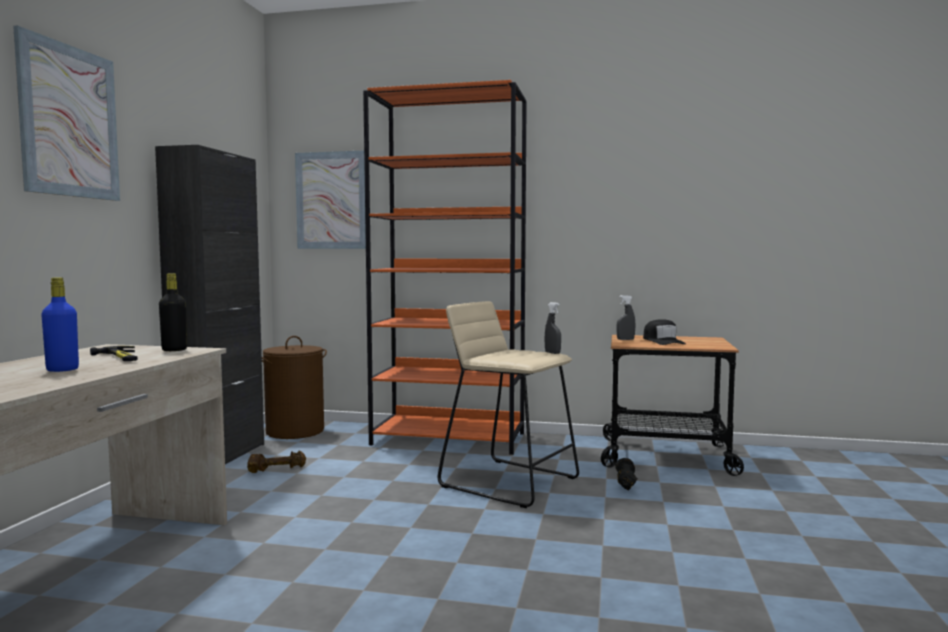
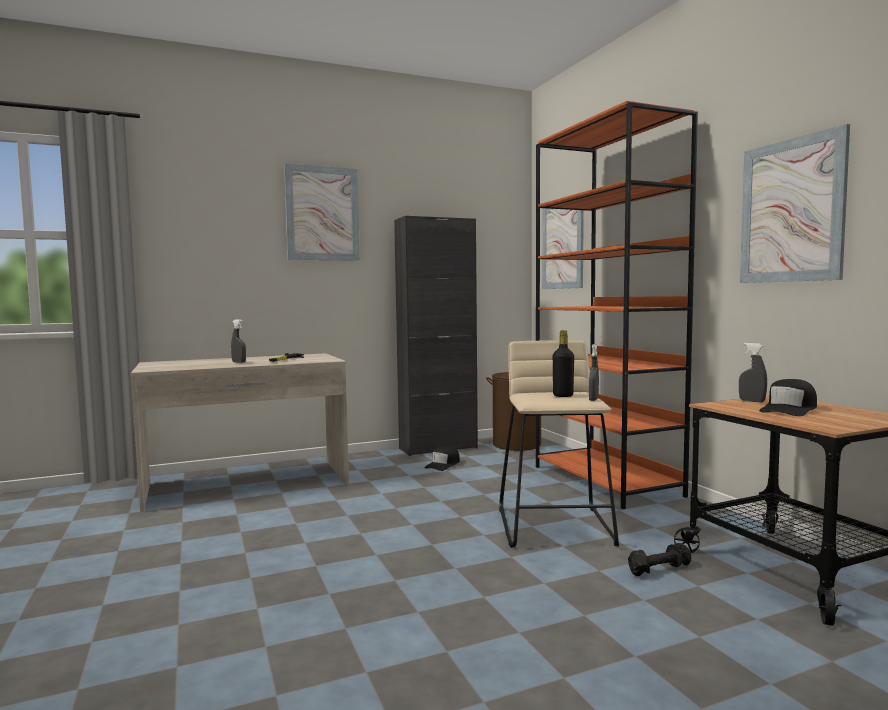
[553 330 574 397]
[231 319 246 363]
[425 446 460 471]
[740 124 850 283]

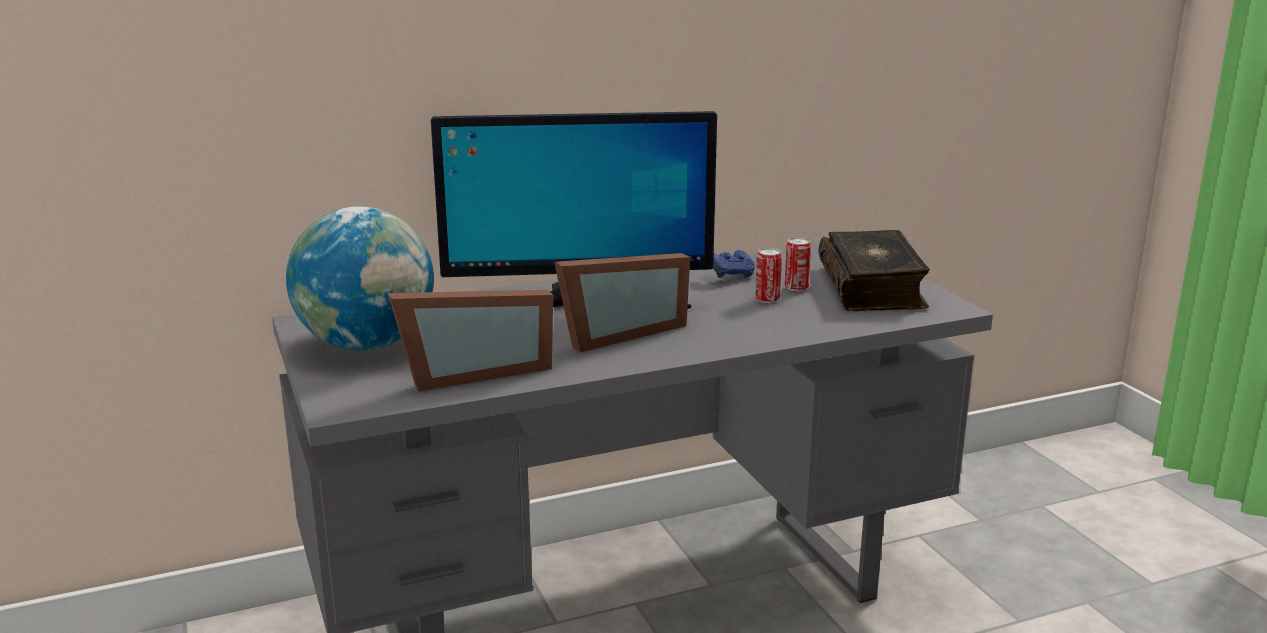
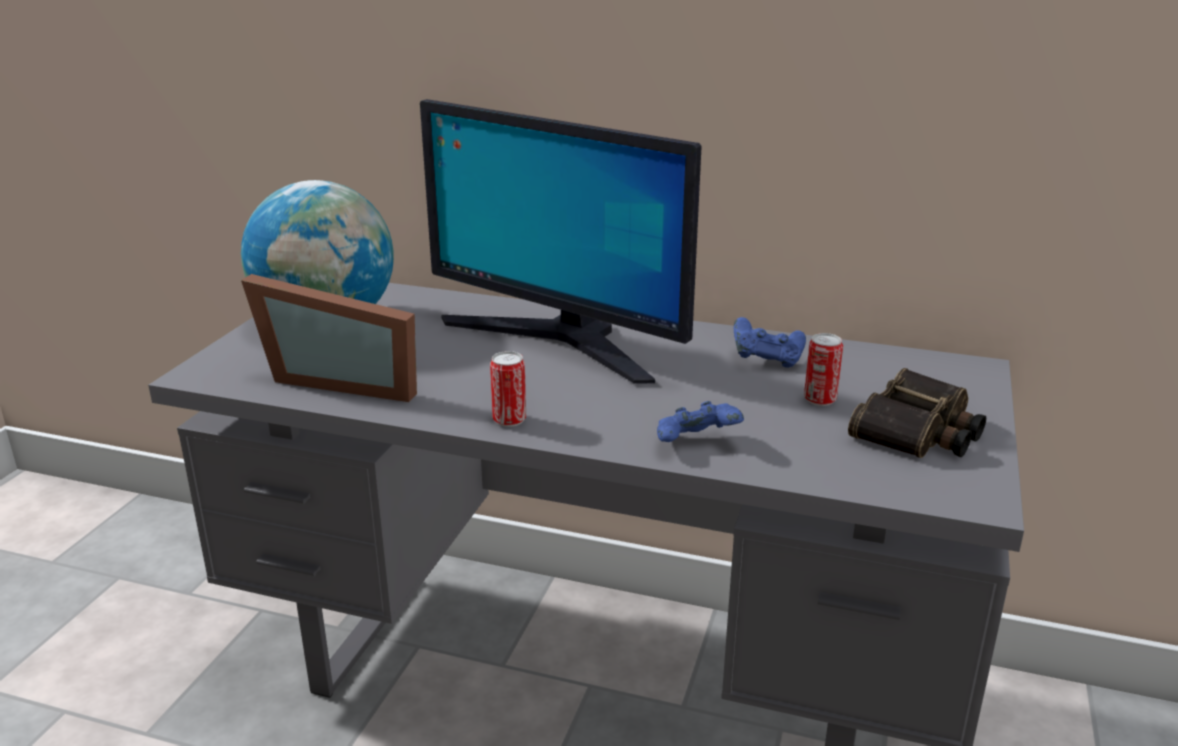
[848 368 986 458]
[490 351 526 427]
[554 253 690 352] (first image)
[657 401 744 442]

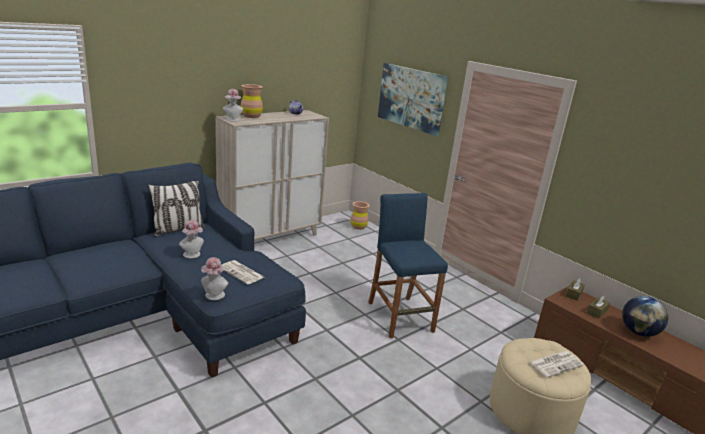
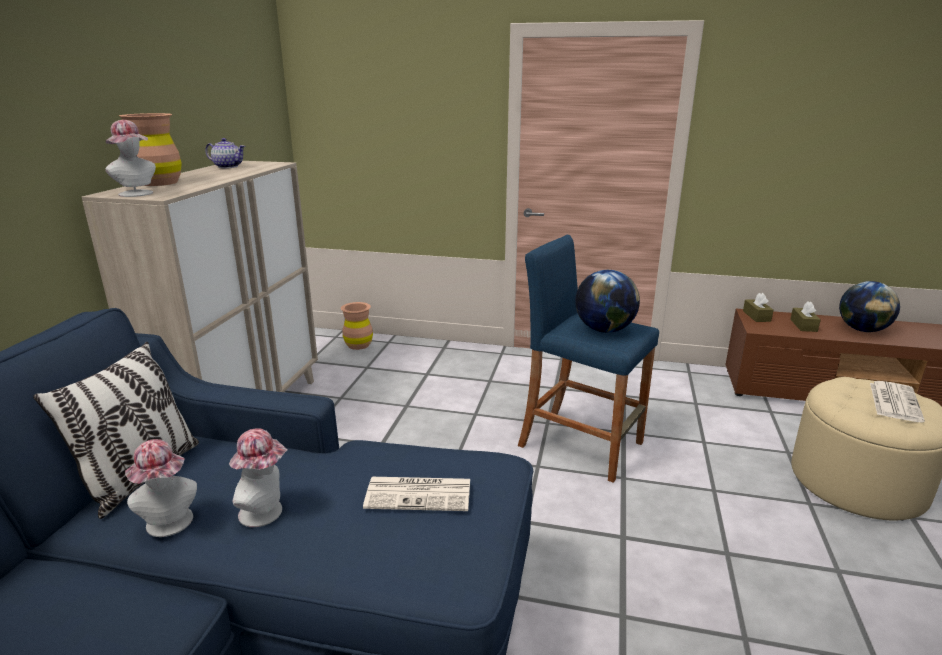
[378 63 448 136] (first image)
[125 439 197 537]
[575 270 640 333]

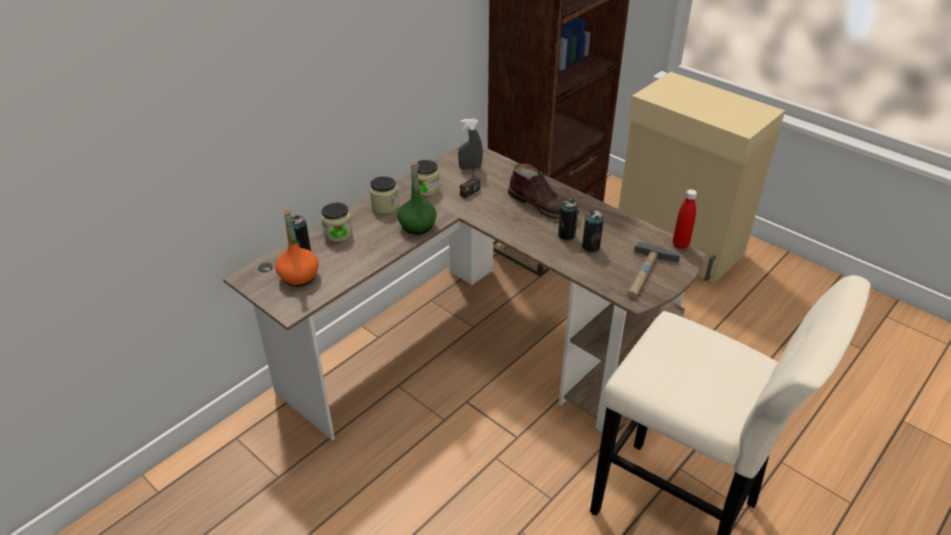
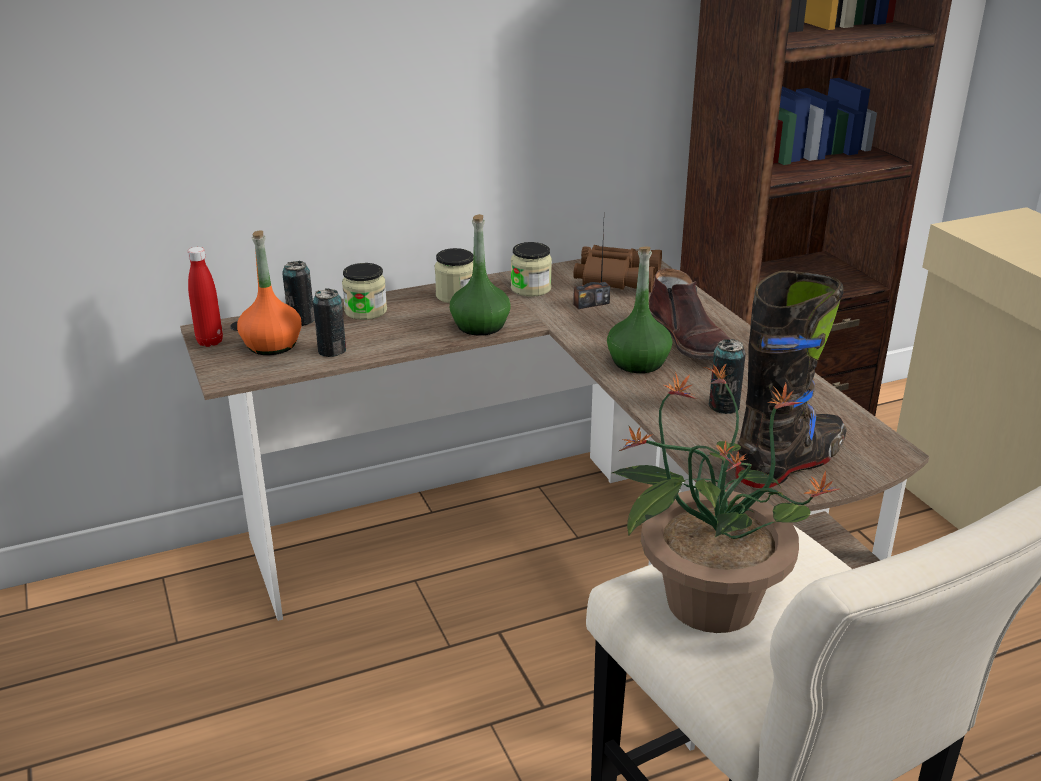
[573 245 662 292]
[188 247 223 347]
[313 288 346 357]
[735 271 846 488]
[607 246 672 373]
[612 363 841 633]

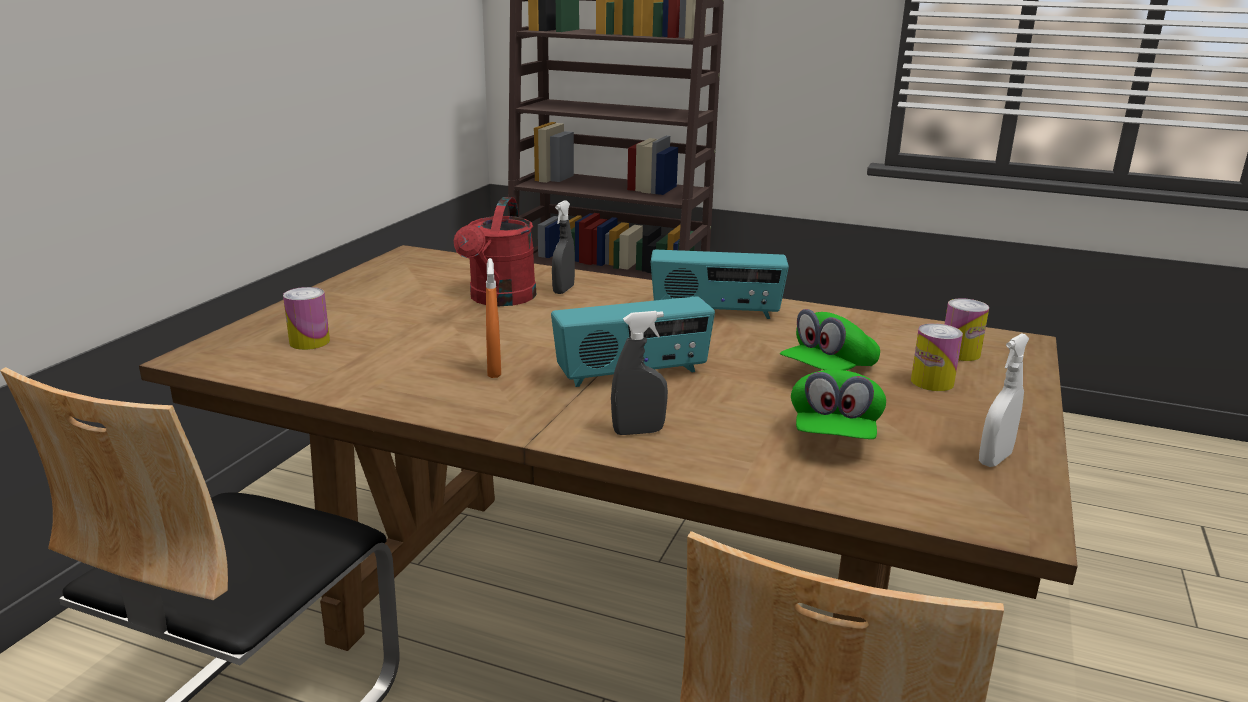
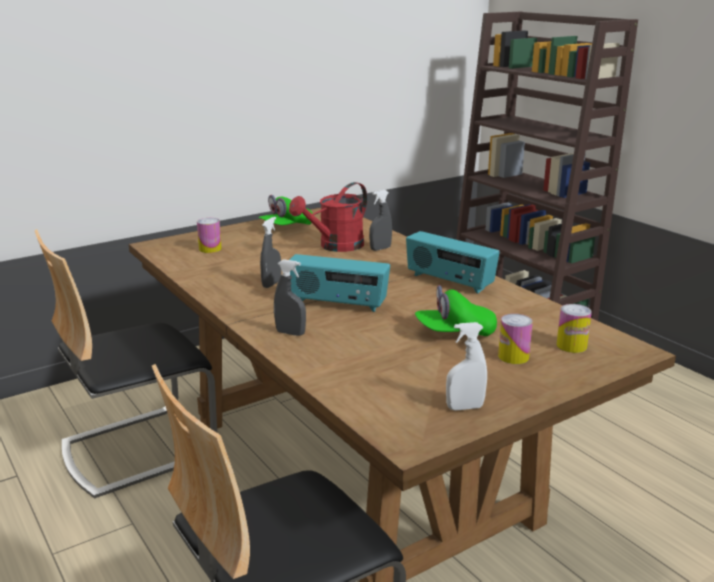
[260 217 281 288]
[258 195 313 225]

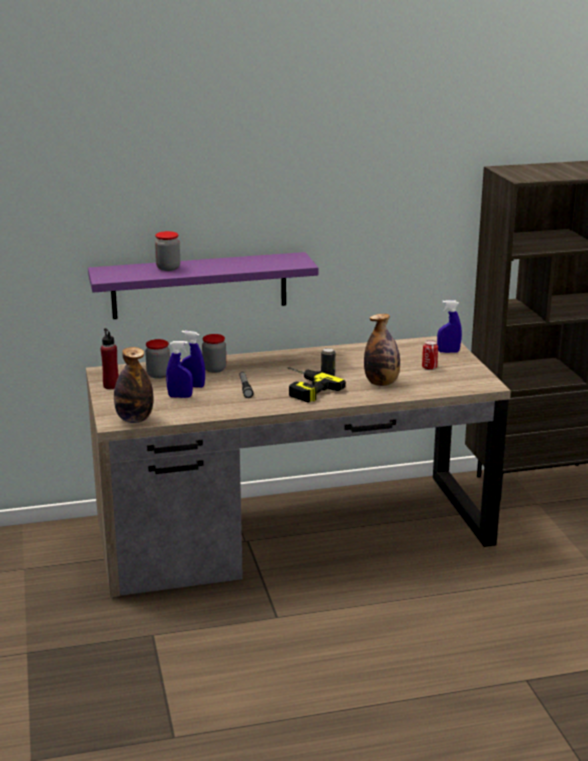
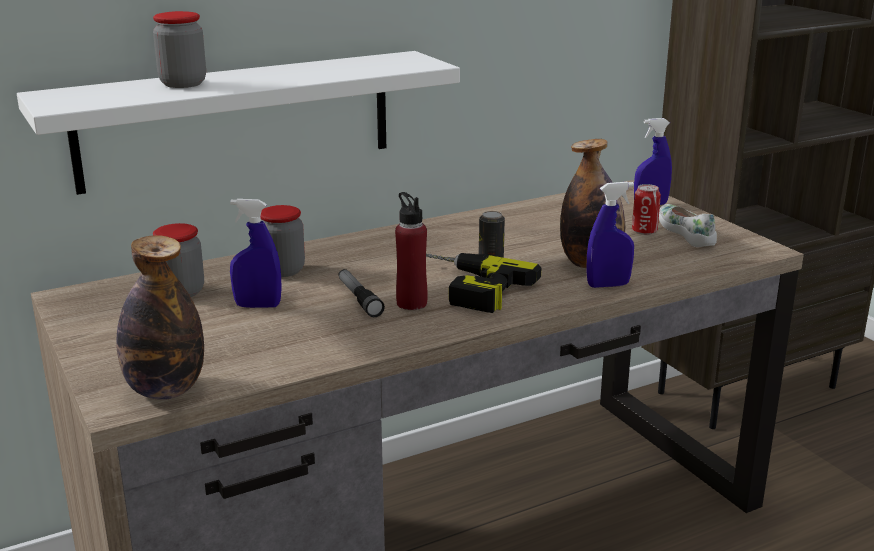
[17 51 460 195]
[395 192 428 310]
[587 182 634 288]
[659 204 717 247]

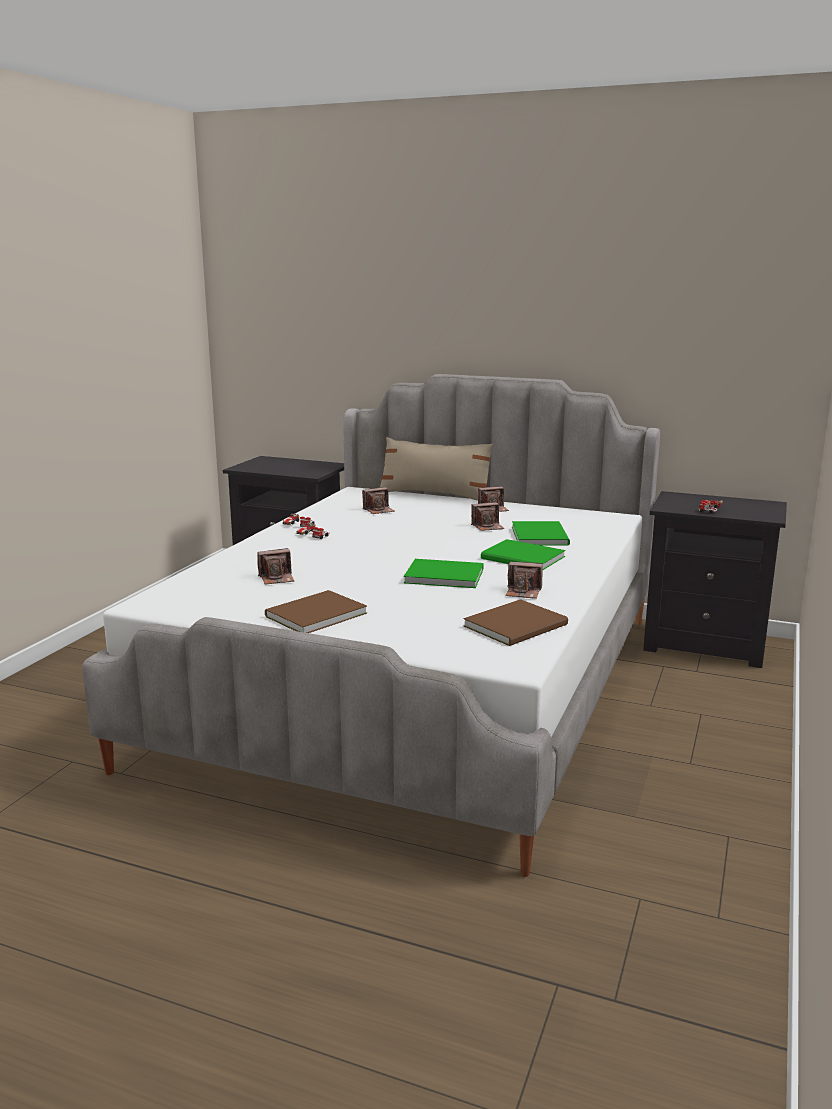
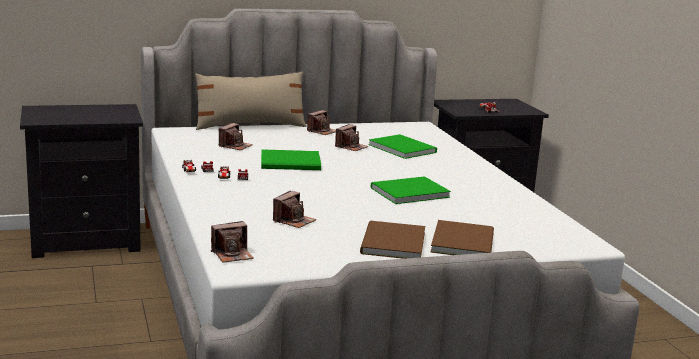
[261 149 321 170]
[211 221 254 263]
[431 220 494 255]

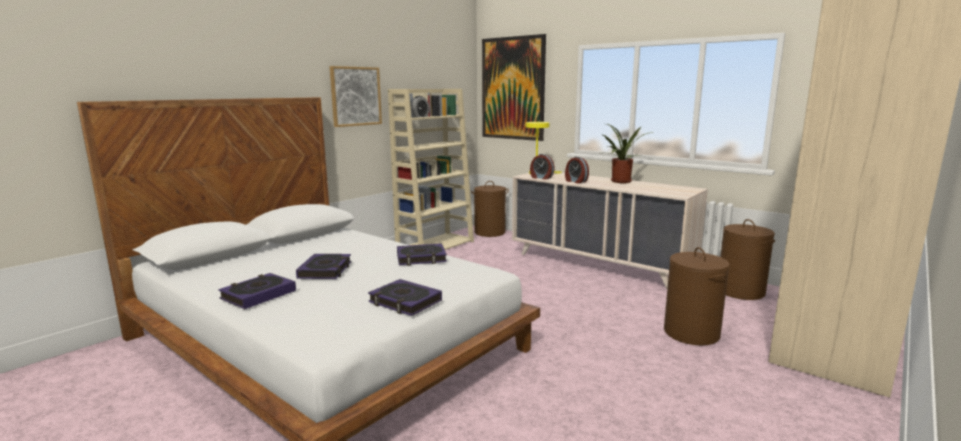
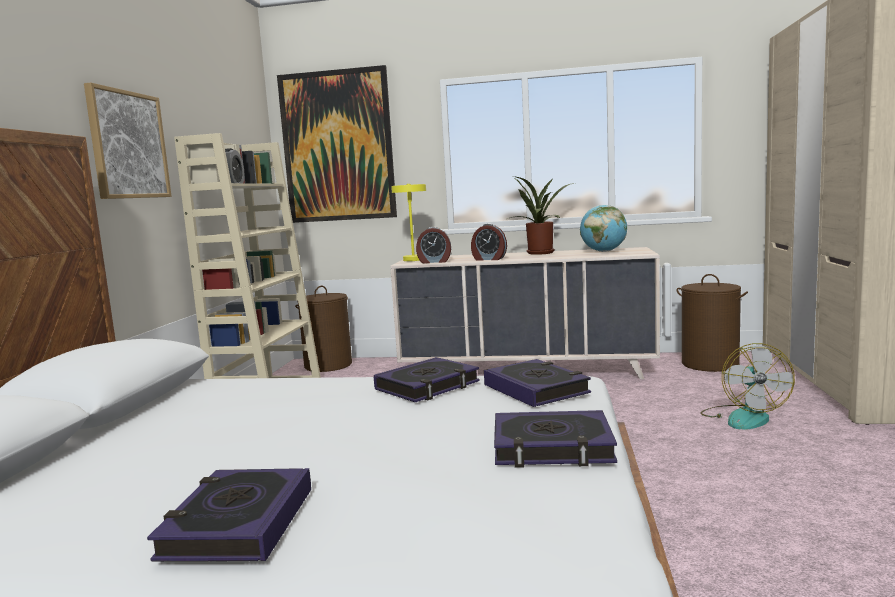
[700 343 795 430]
[484 359 591 407]
[580 205 627 252]

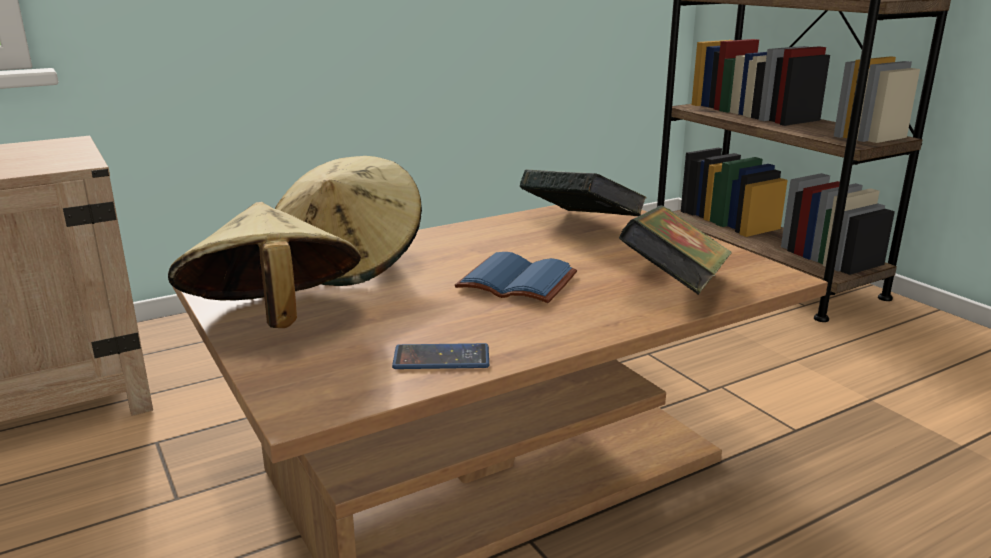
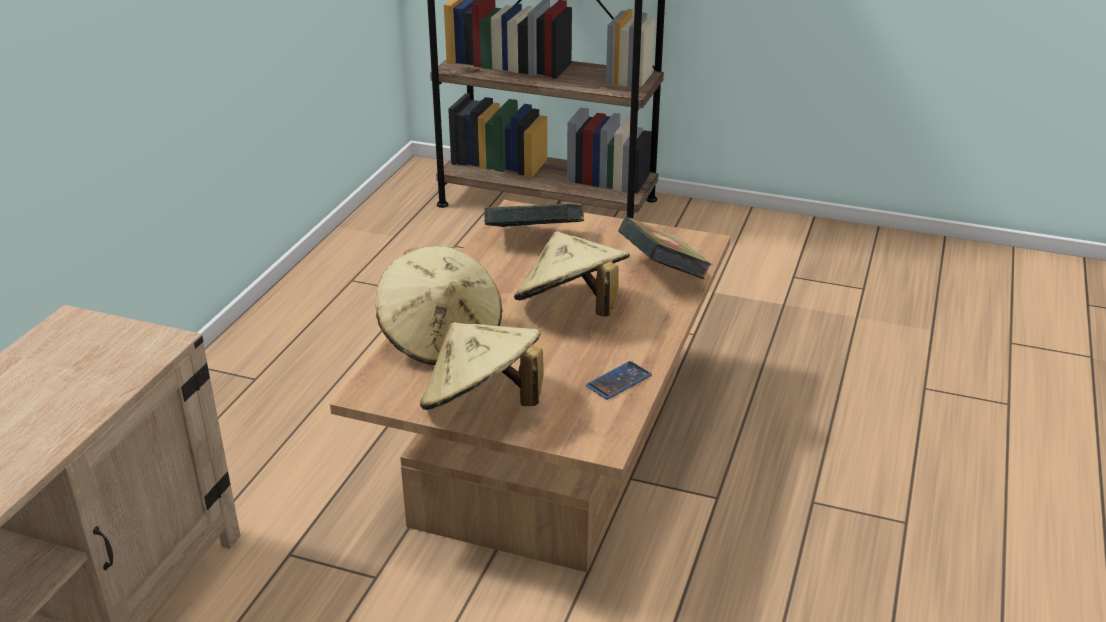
[514 231 630 316]

